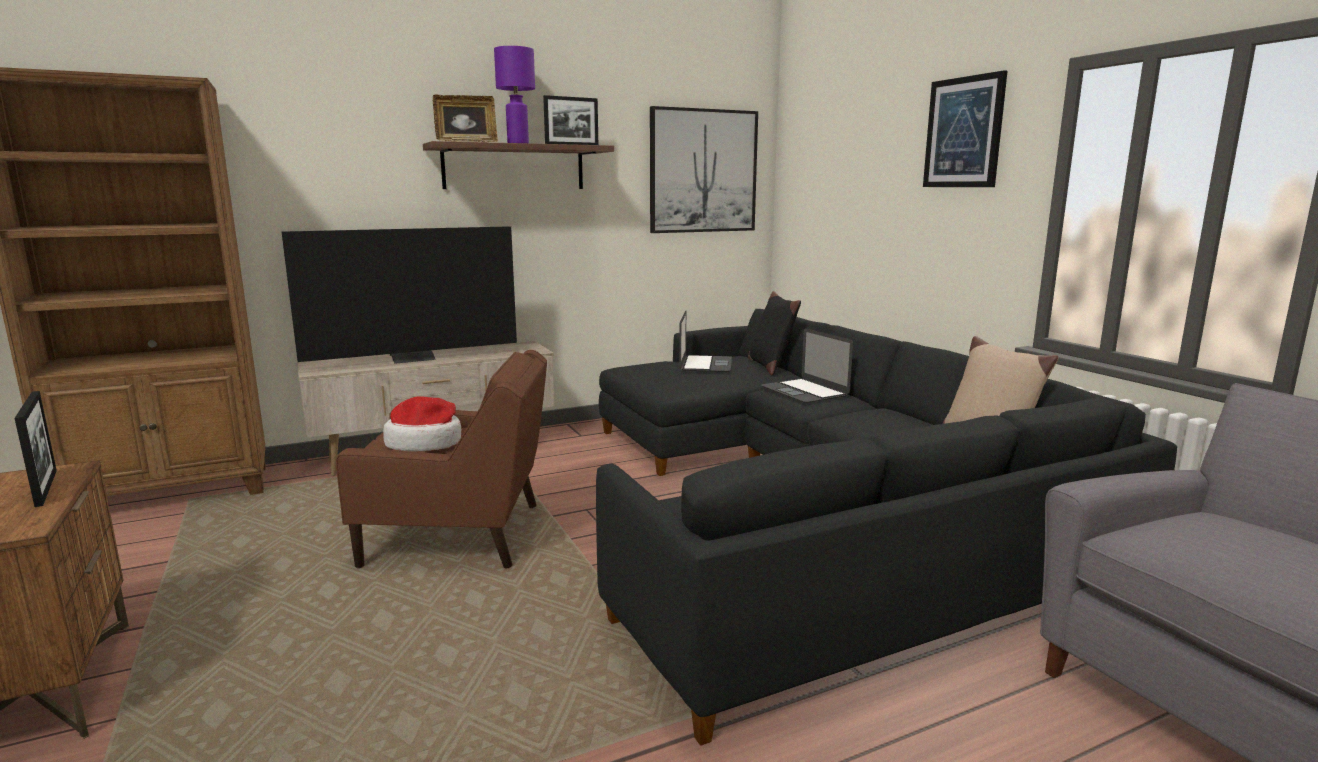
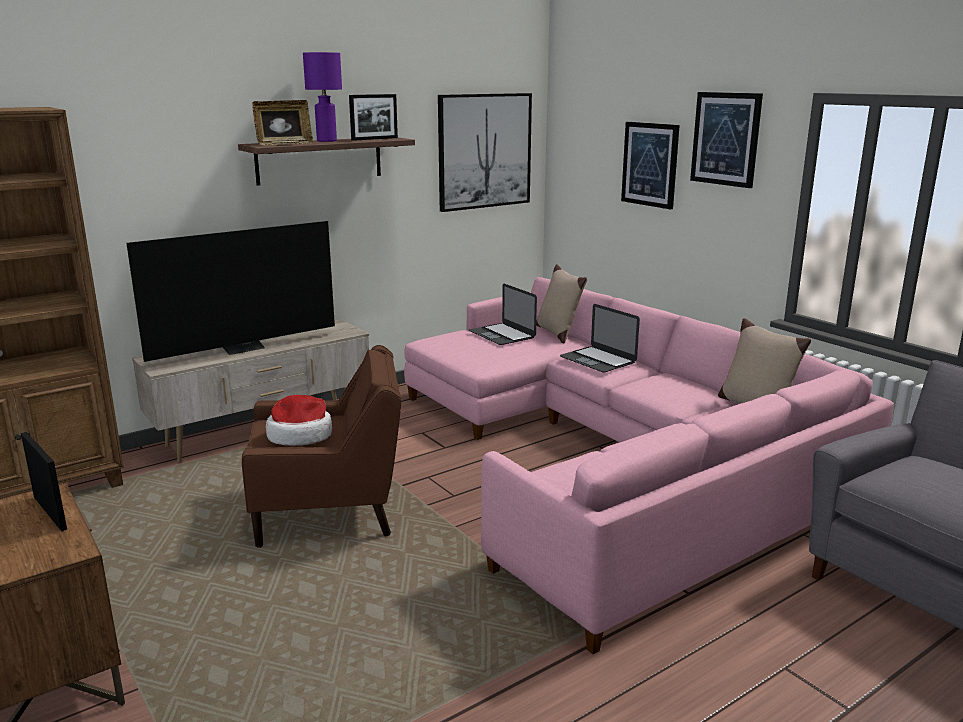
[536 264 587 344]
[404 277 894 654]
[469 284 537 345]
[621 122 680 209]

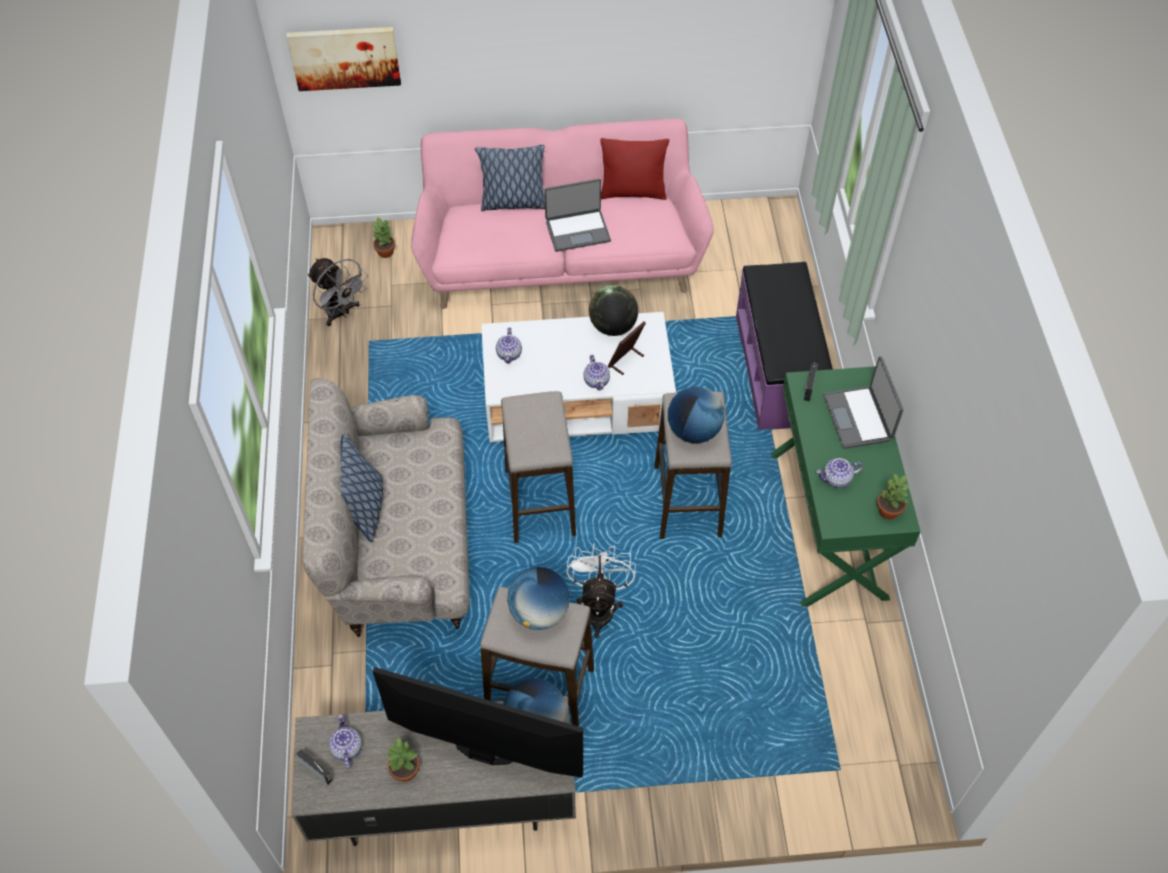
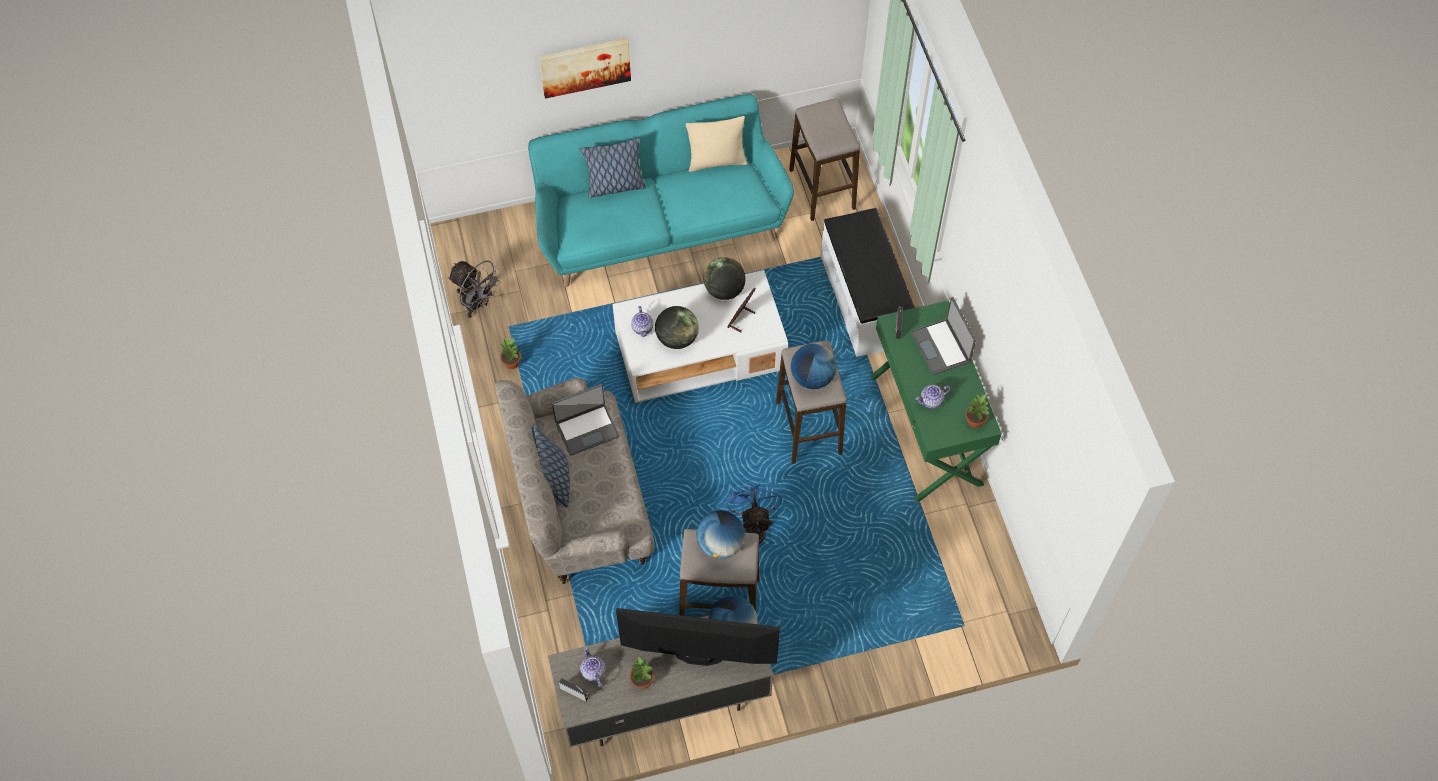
[539 38 631 98]
[528 94 794 287]
[686 116 747 172]
[552 384 620 456]
[500 337 521 369]
[821 208 915 357]
[583 355 610 390] (first image)
[789 98 860 221]
[726 479 782 545]
[655 306 699 349]

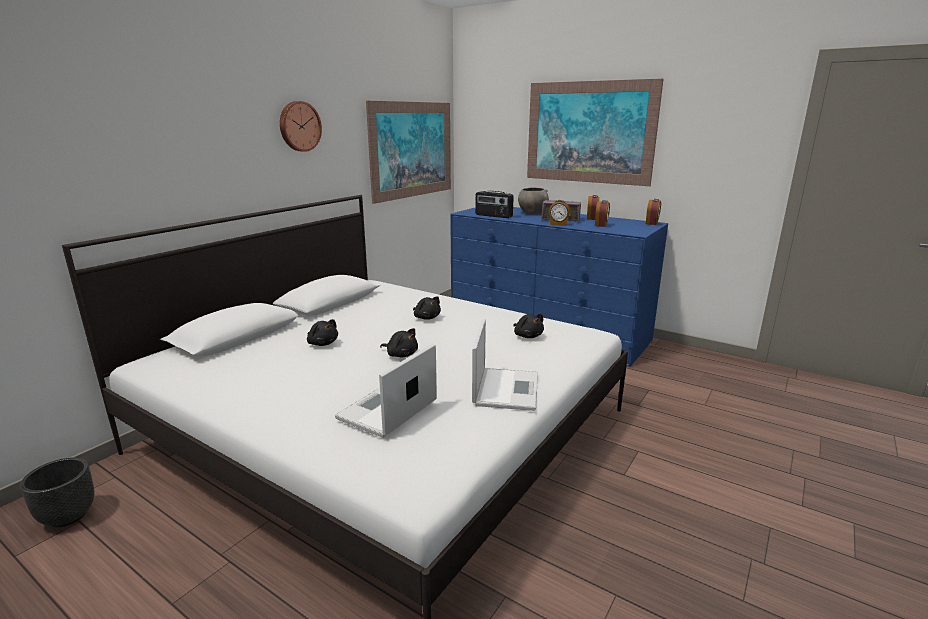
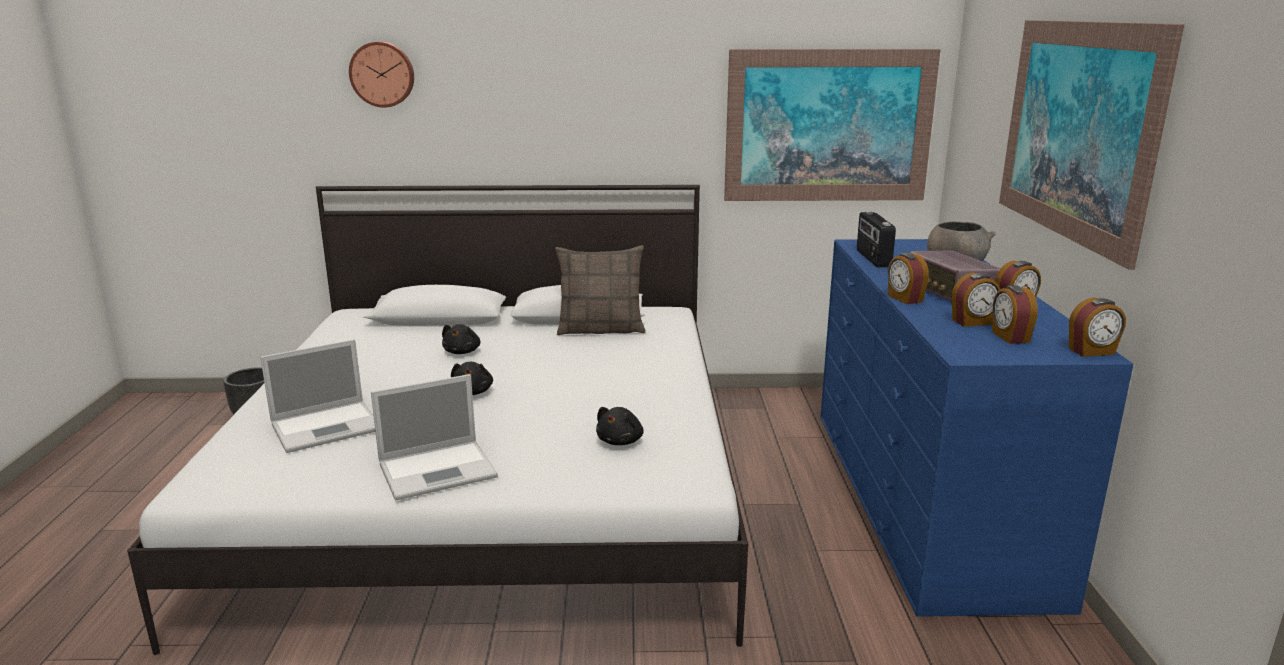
[349 42 414 108]
[413 296 441 320] (first image)
[260 339 375 453]
[555 245 645 335]
[992 285 1038 344]

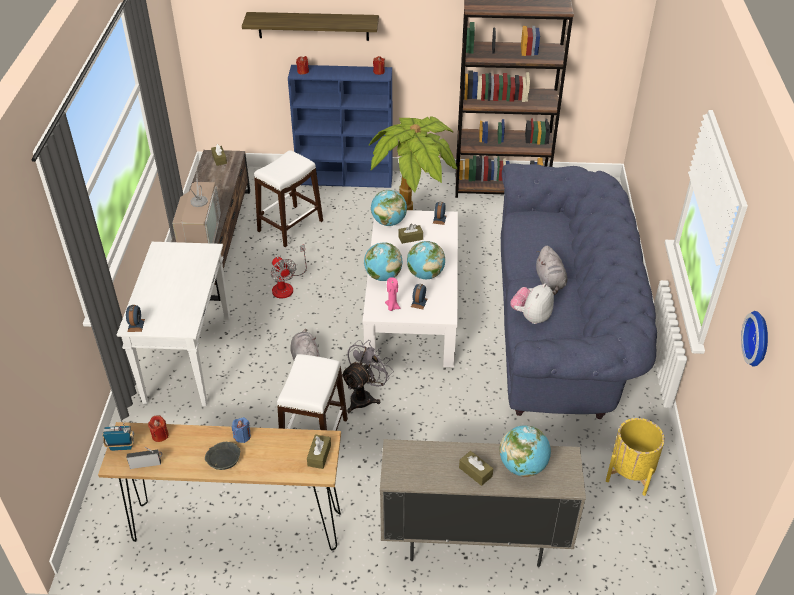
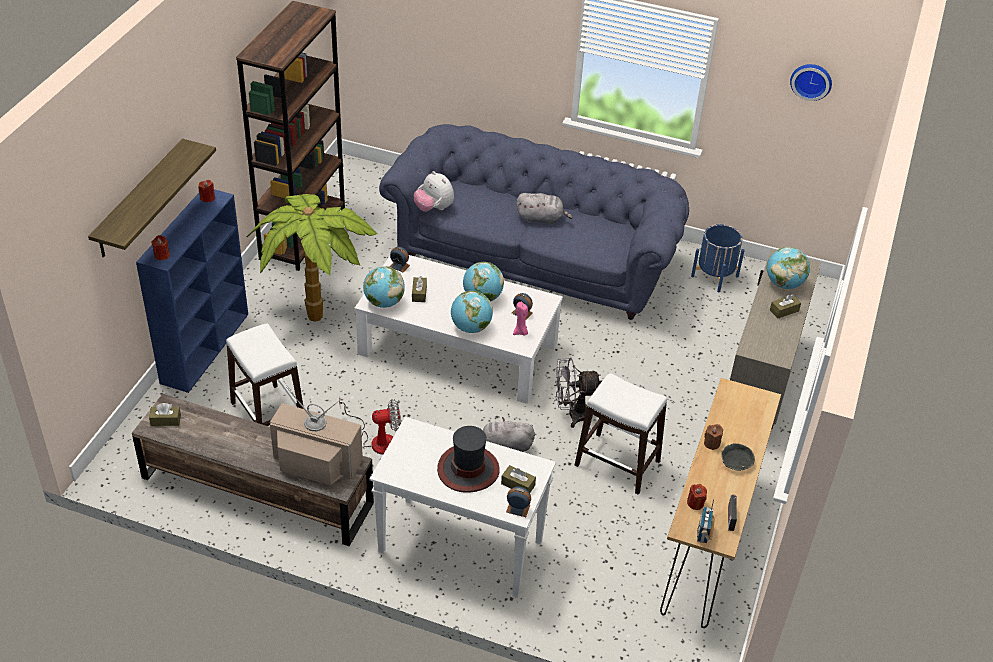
[414 171 454 212]
[555 358 602 428]
[704 424 723 450]
[691 224 745 292]
[501 465 536 492]
[437 426 500 493]

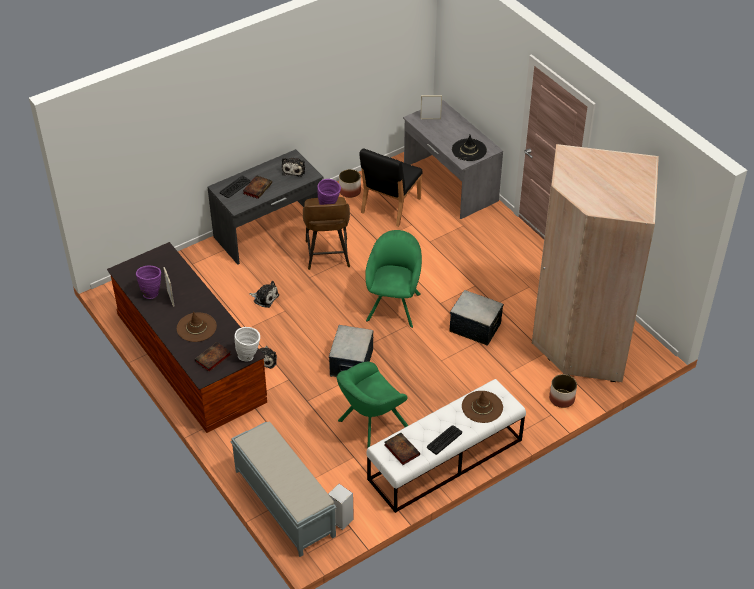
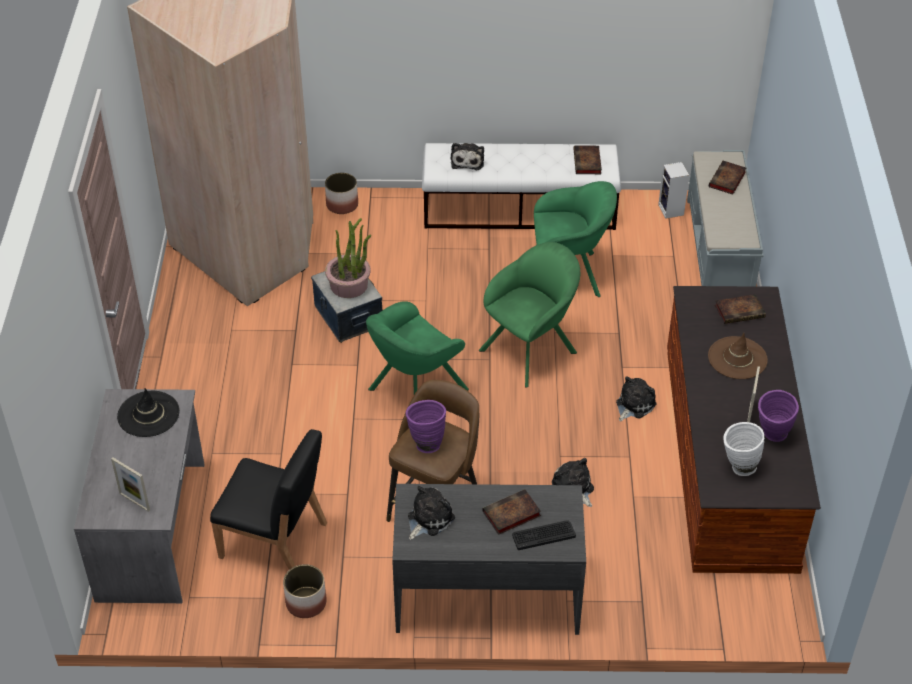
[210 429 327 570]
[479 242 580 388]
[723 422 764 476]
[451 143 484 170]
[427 426 462 455] (first image)
[709 161 746 195]
[325 218 371 298]

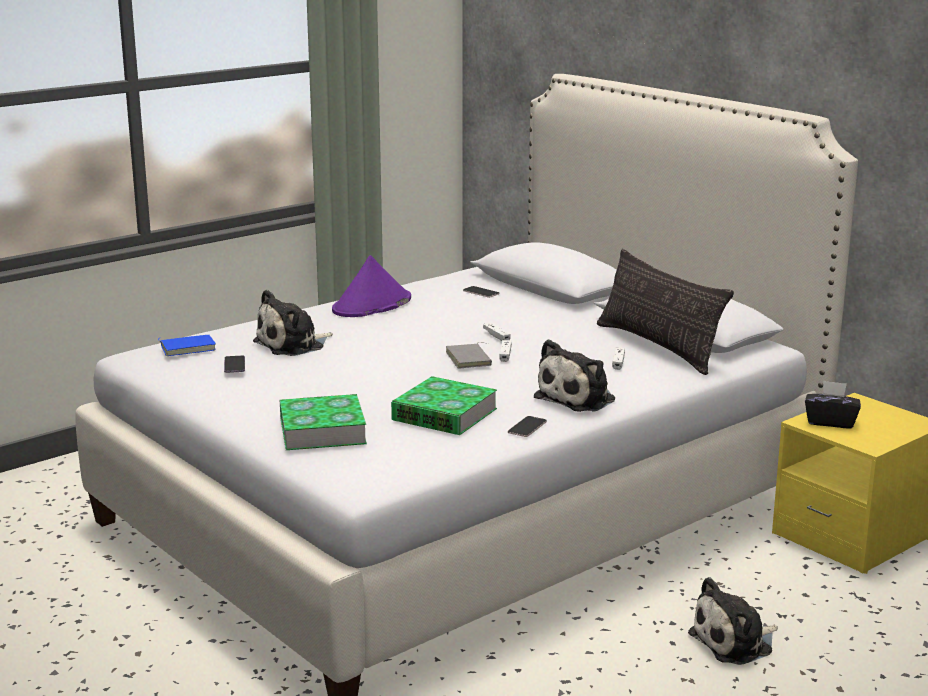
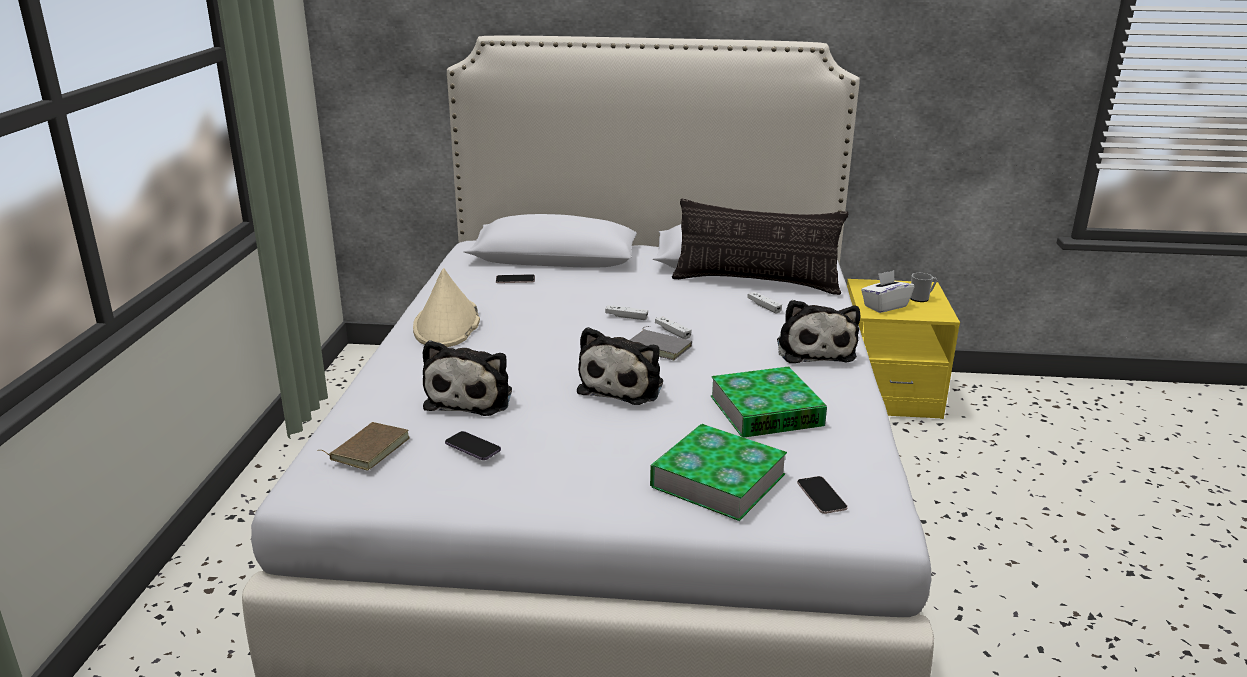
[413 268 480 347]
[317 422 410 470]
[861 270 914 313]
[797 476 848 514]
[577 327 663 405]
[910 273 937 302]

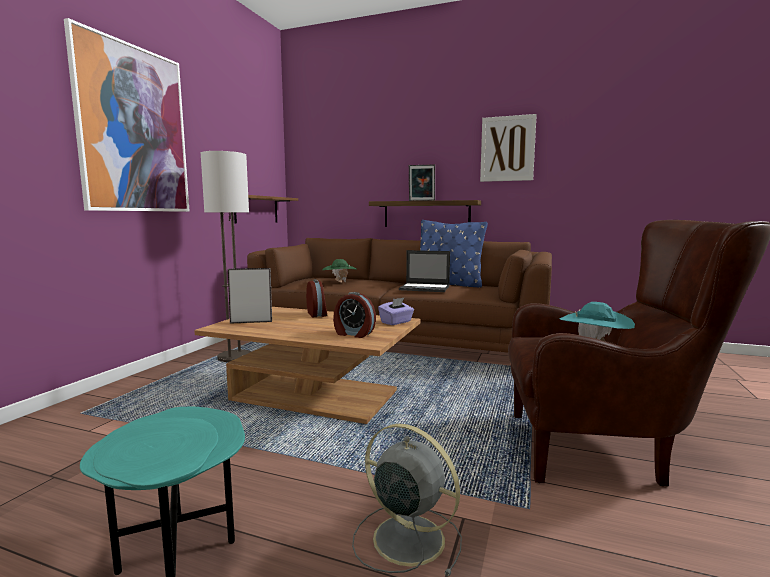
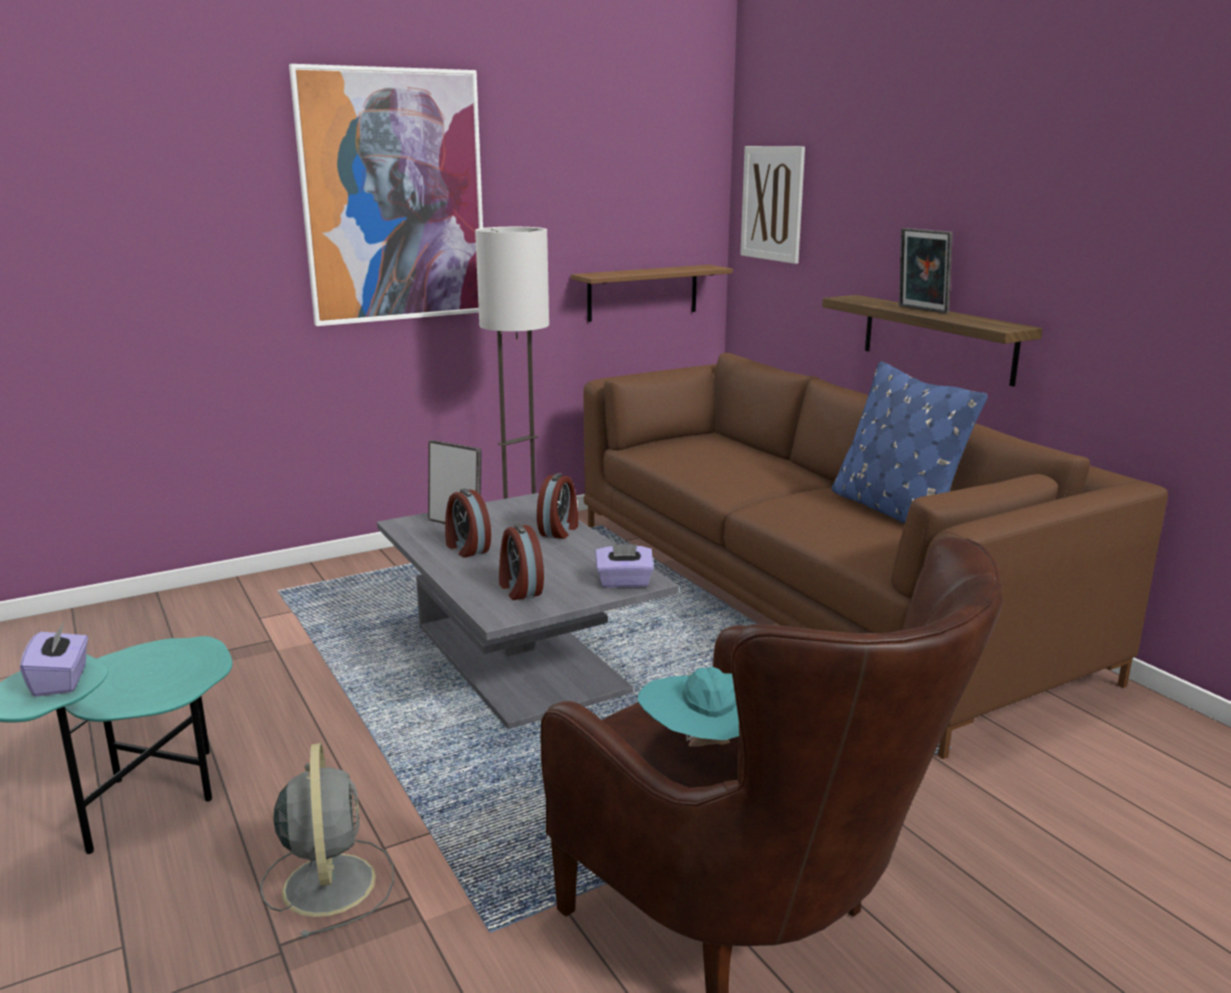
[740 146 805 264]
[399 250 450 292] (first image)
[323 259 356 283] (first image)
[377 493 679 729]
[445 489 491 558]
[20 621 88 697]

